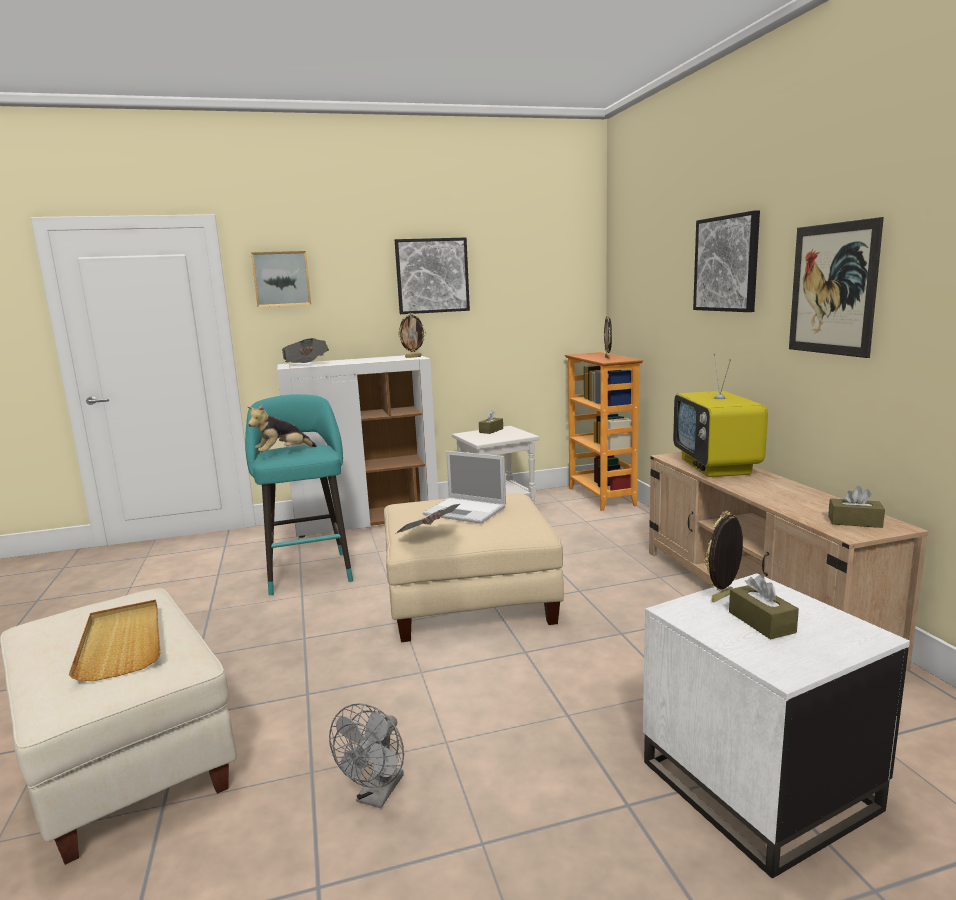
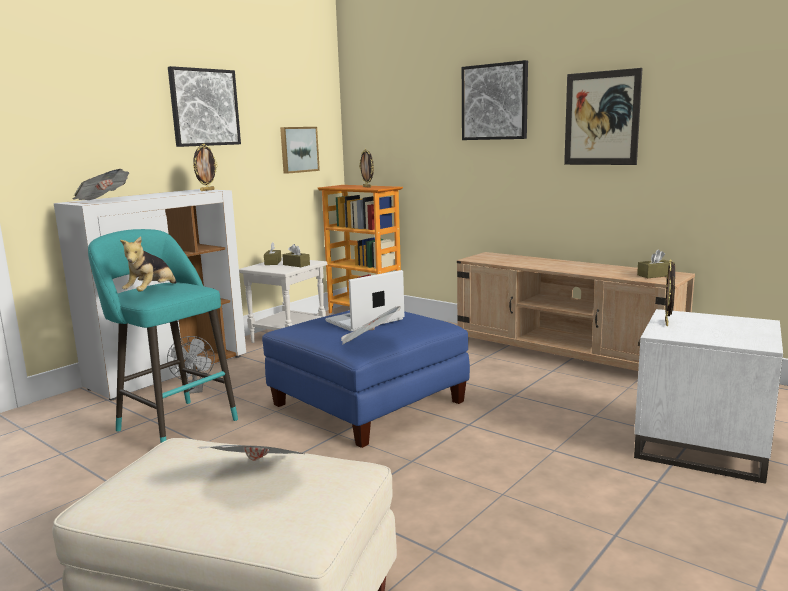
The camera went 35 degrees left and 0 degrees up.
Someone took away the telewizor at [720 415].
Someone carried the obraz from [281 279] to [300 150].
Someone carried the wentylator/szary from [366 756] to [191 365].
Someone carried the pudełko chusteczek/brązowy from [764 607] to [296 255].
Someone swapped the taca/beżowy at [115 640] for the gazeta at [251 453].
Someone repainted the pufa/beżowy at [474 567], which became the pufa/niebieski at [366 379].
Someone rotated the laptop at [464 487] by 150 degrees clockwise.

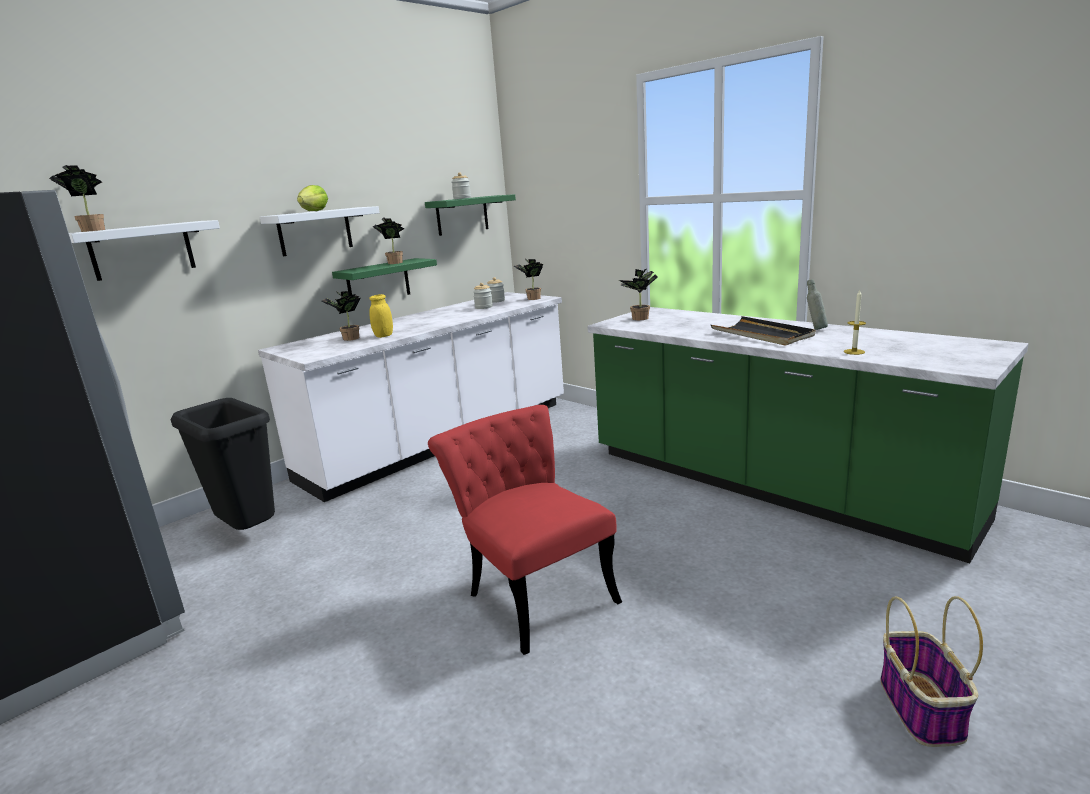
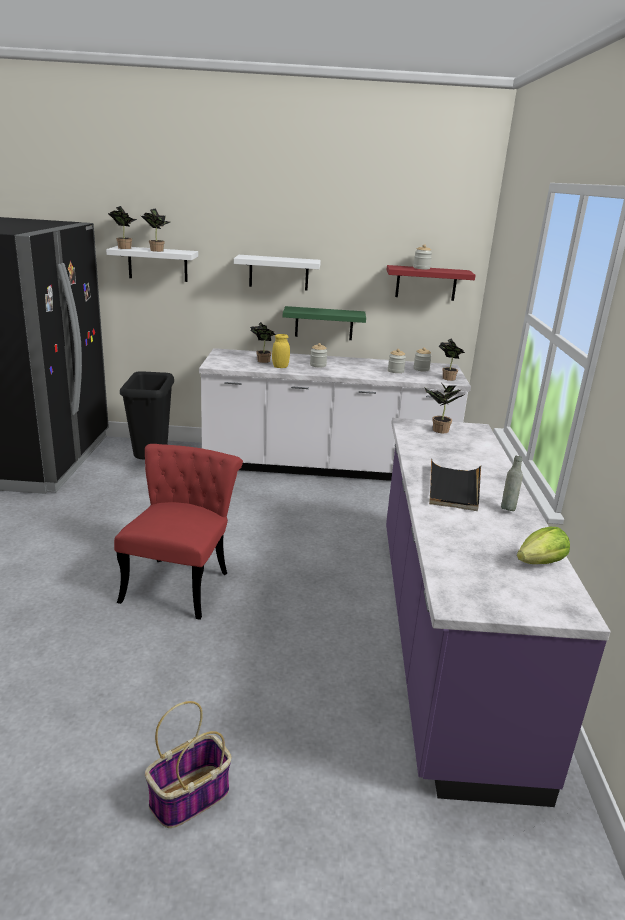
The camera went 45 degrees right and 5 degrees up.
Someone took away the świeca at [855 322].
Someone put down the słoik at [318 355].
Someone carried the sałata from [312 198] to [543 545].
Someone carried the roślina doniczkowa from [388 240] to [155 230].
Someone repainted the półka/zielony at [470 215], which became the półka/czerwony at [431 283].
Someone repainted the zabudowa kuchenna/zielony at [808 435], which became the zabudowa kuchenna/fioletowy at [498 612].

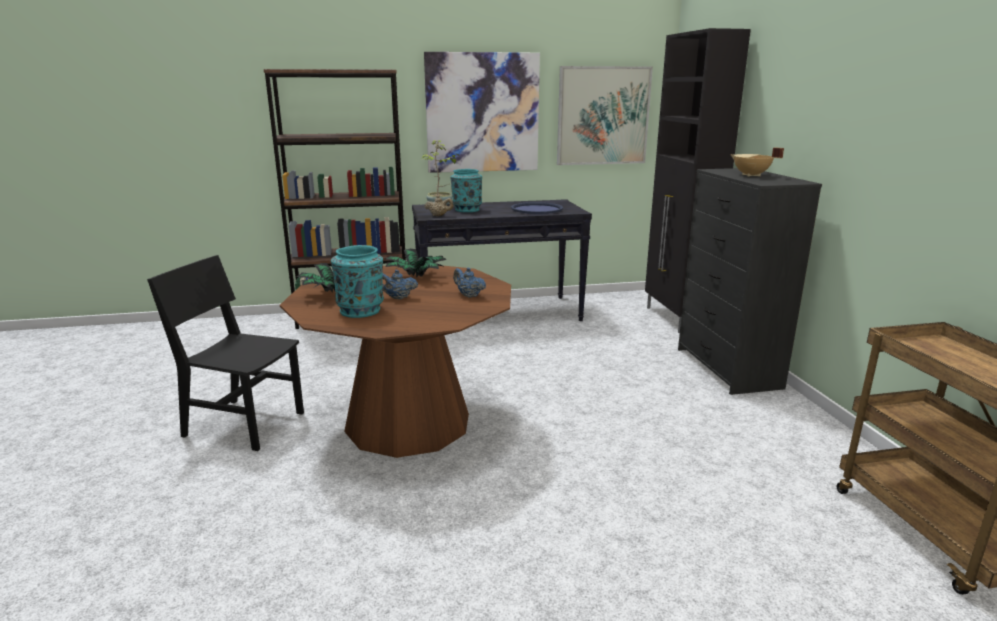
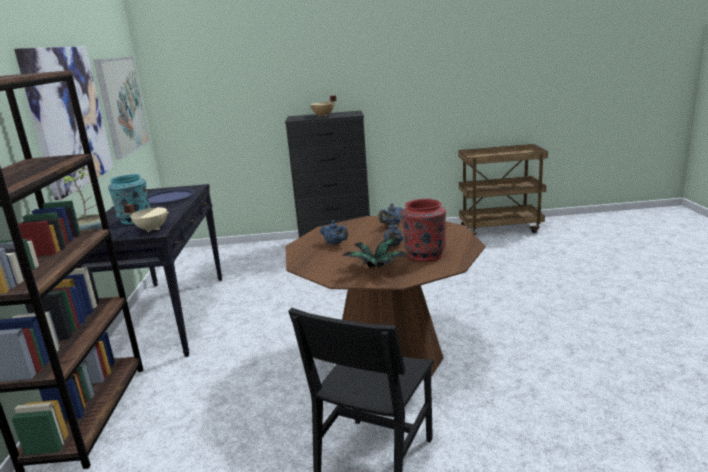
The camera went 80 degrees left and 0 degrees up.
Someone took away the szafka/czarny at [698 180].
Someone swapped the roślina doniczkowa at [415 263] for the imbryk/niebieski at [334 232].
Someone swapped the imbryk/beżowy at [439 205] for the garnek/beżowy at [146 218].
Someone repainted the wazon/turkusowy at [357 281], which became the wazon/czerwony at [423 230].

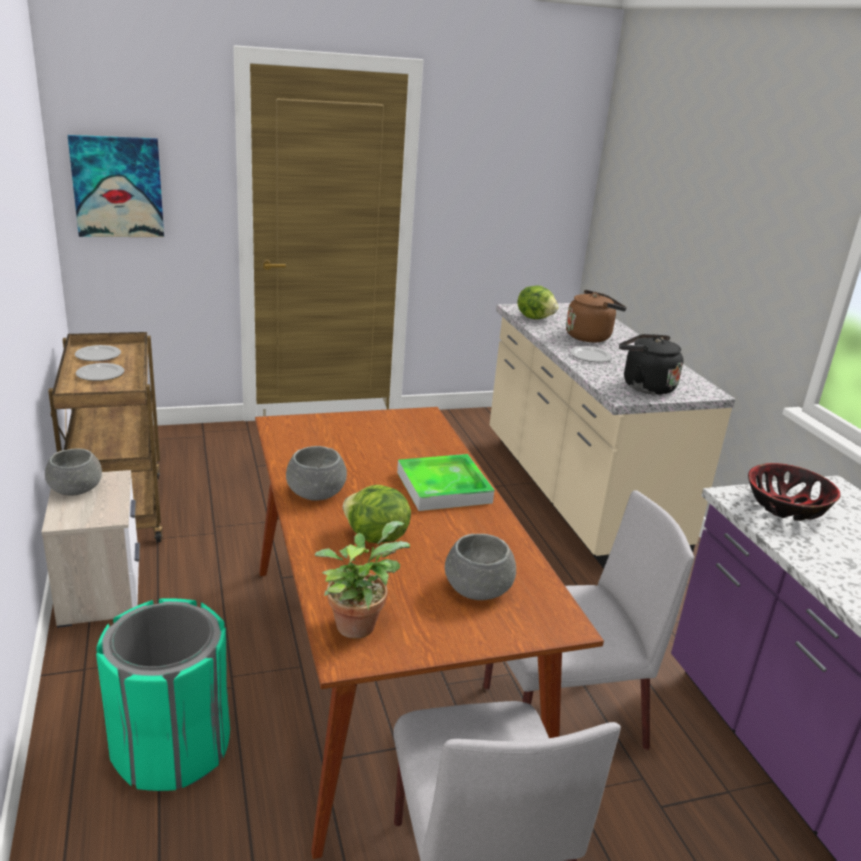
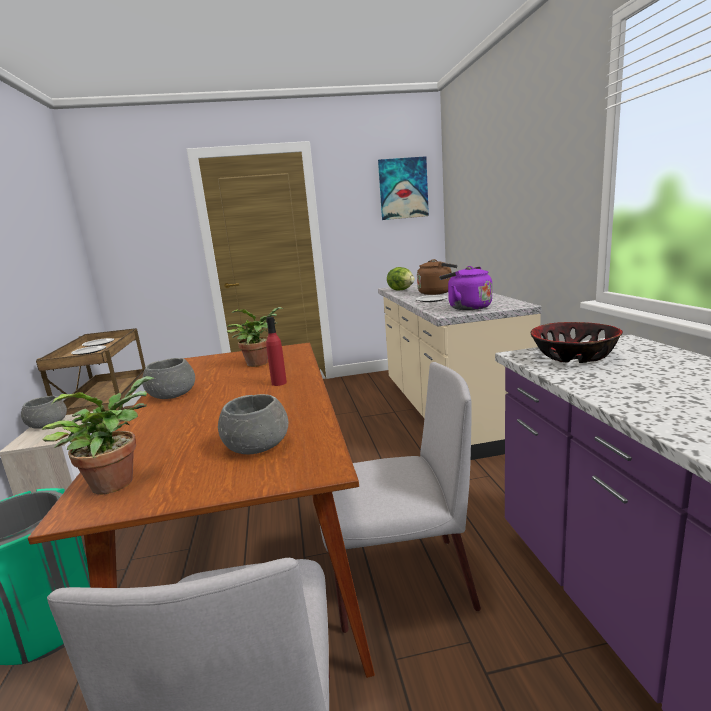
The camera went 10 degrees right and 10 degrees down.
Someone took away the sałata at [377 514].
Someone put down the roślina doniczkowa at [255 337].
Someone carried the obraz from [116 186] to [403 188].
Someone swapped the taca at [445 482] for the butelka/czerwony at [276 351].
Someone repainted the czajnik/czarny at [651 364], which became the czajnik/fioletowy at [465 288].

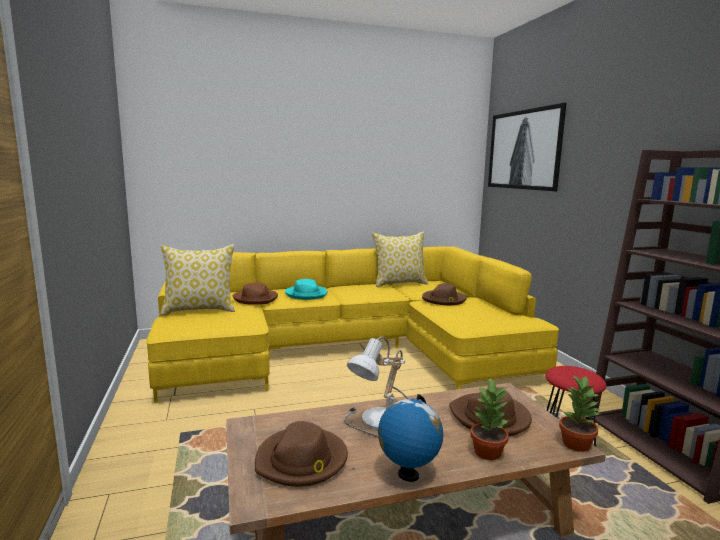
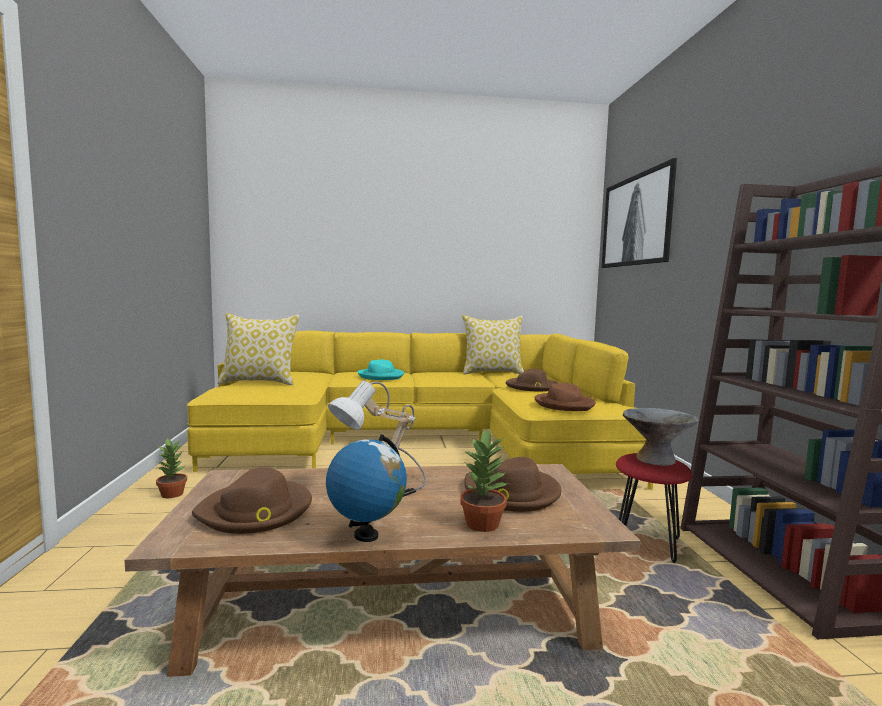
The camera went 10 degrees right and 5 degrees down.
Someone put down the miska/szary at [661 437].
Someone carried the kapelusz/brązowy from [255 293] to [565 397].
Someone carried the roślina doniczkowa from [580 414] to [171 468].

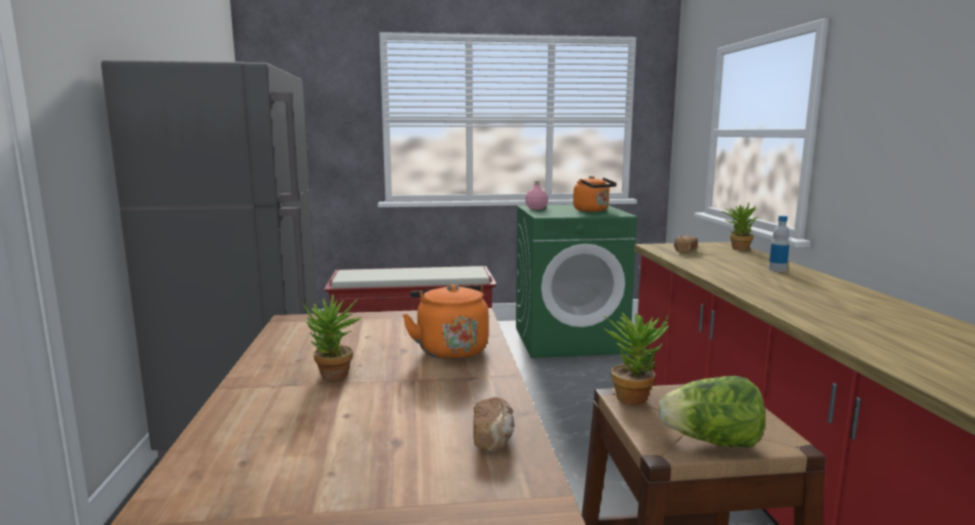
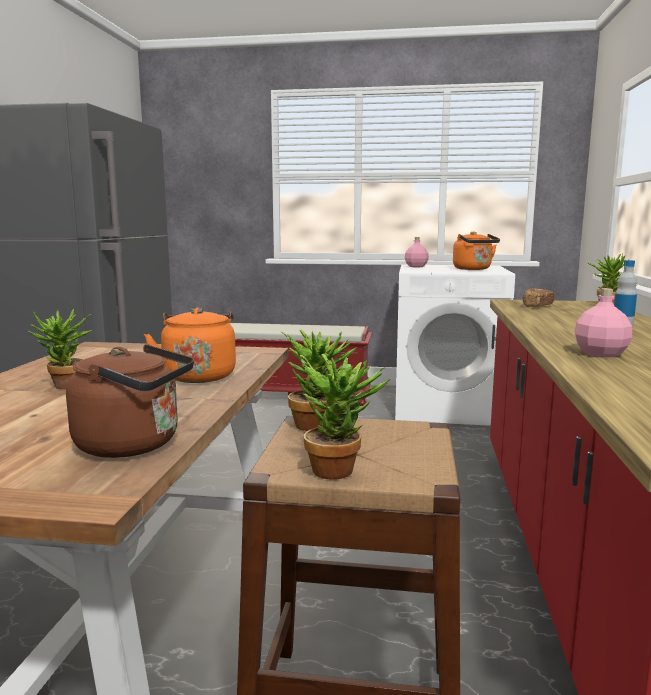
The camera went 15 degrees right and 0 degrees up.
Someone put down the butelka/różowy at [603 322].
Someone swapped the chleb at [494 424] for the czajnik/brązowy at [130 401].
Someone swapped the sałata at [712 411] for the roślina doniczkowa at [345 417].
Someone repainted the pralka/zielony at [576 281], which became the pralka/biały at [455 345].

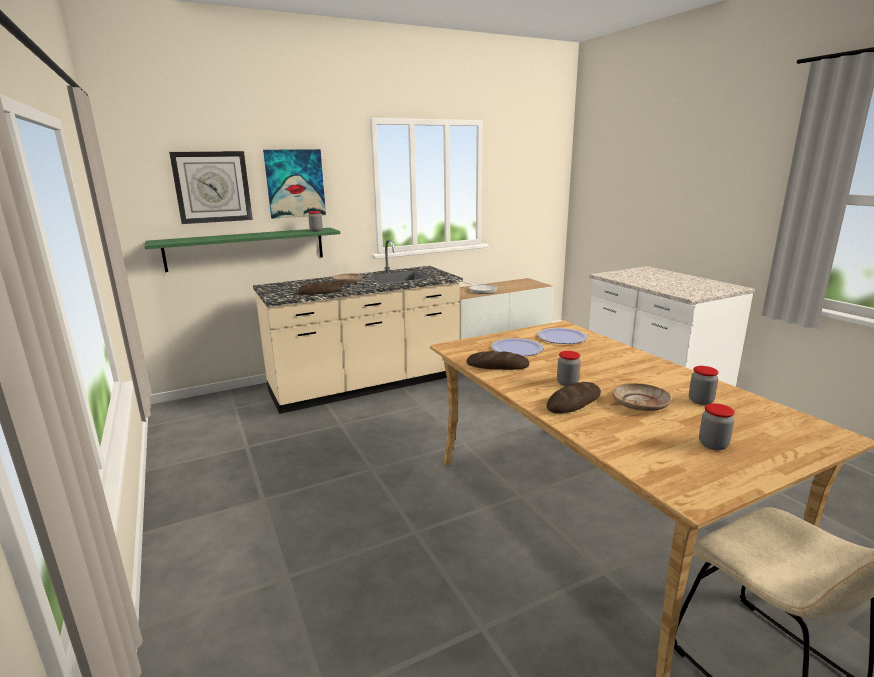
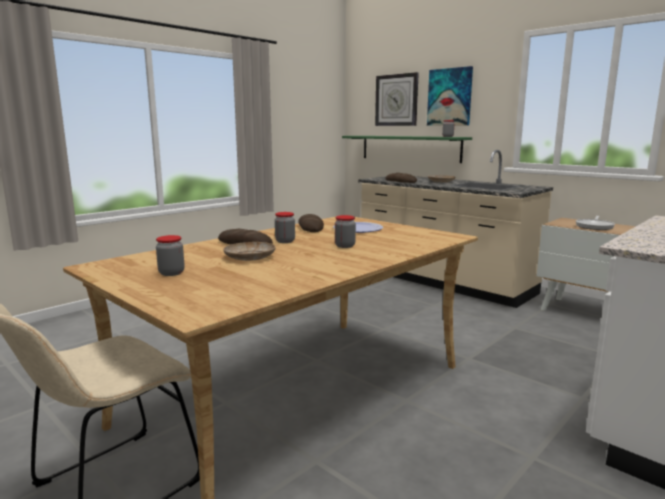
The camera went 70 degrees right and 5 degrees down.
Someone took away the talerz at [562 336].
Someone carried the słoik from [704 385] to [345 231].

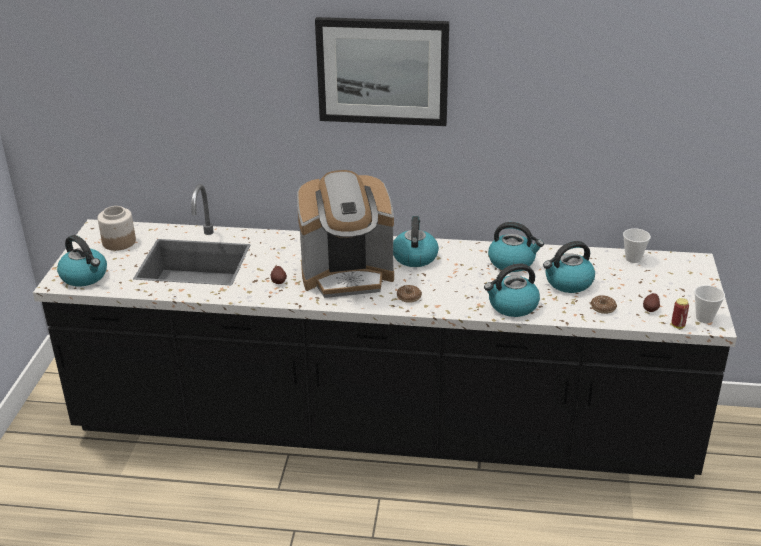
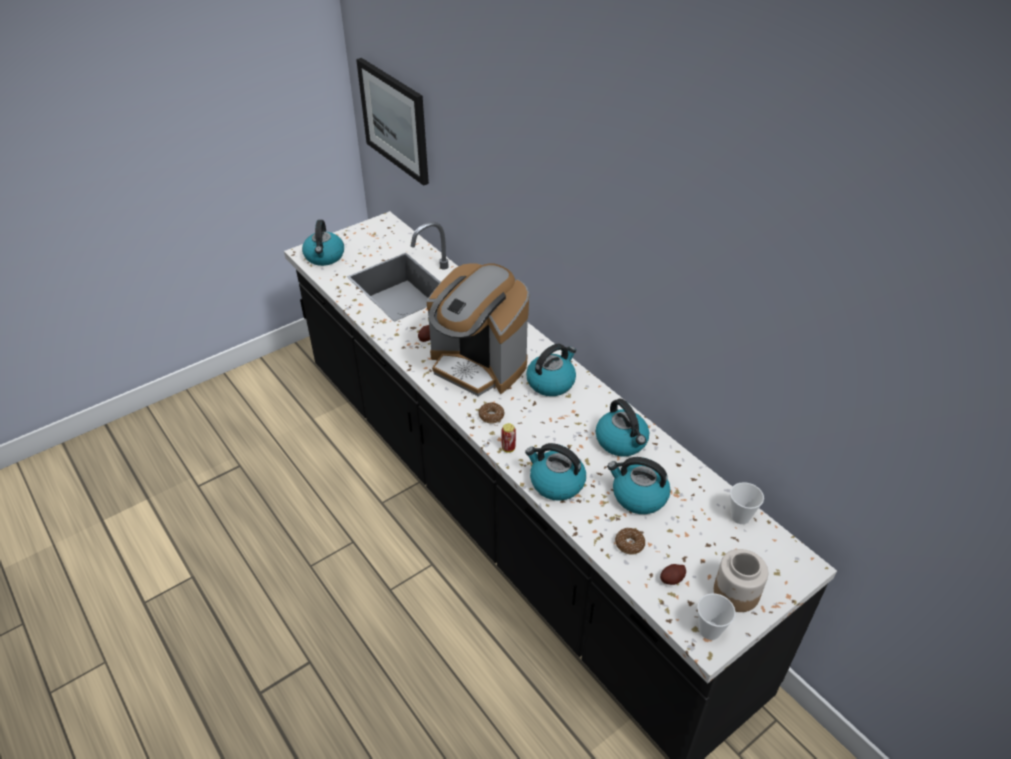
The camera went 45 degrees right and 10 degrees up.
Someone carried the słoik from [117 228] to [741 580].
Someone carried the obraz from [382 71] to [392 122].
Someone carried the puszka from [680 313] to [509 438].

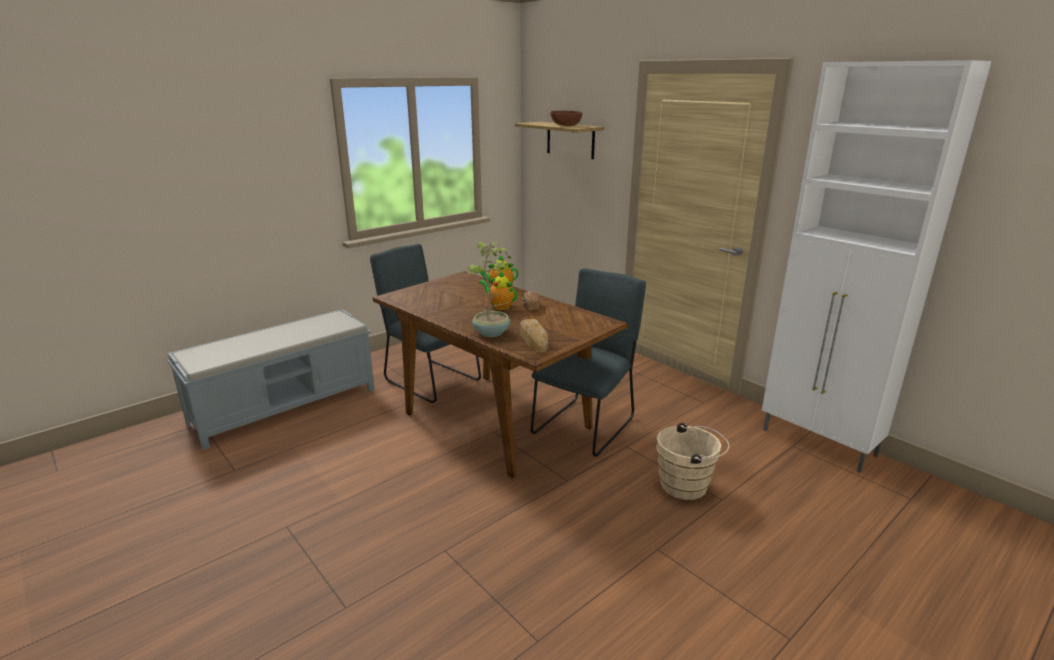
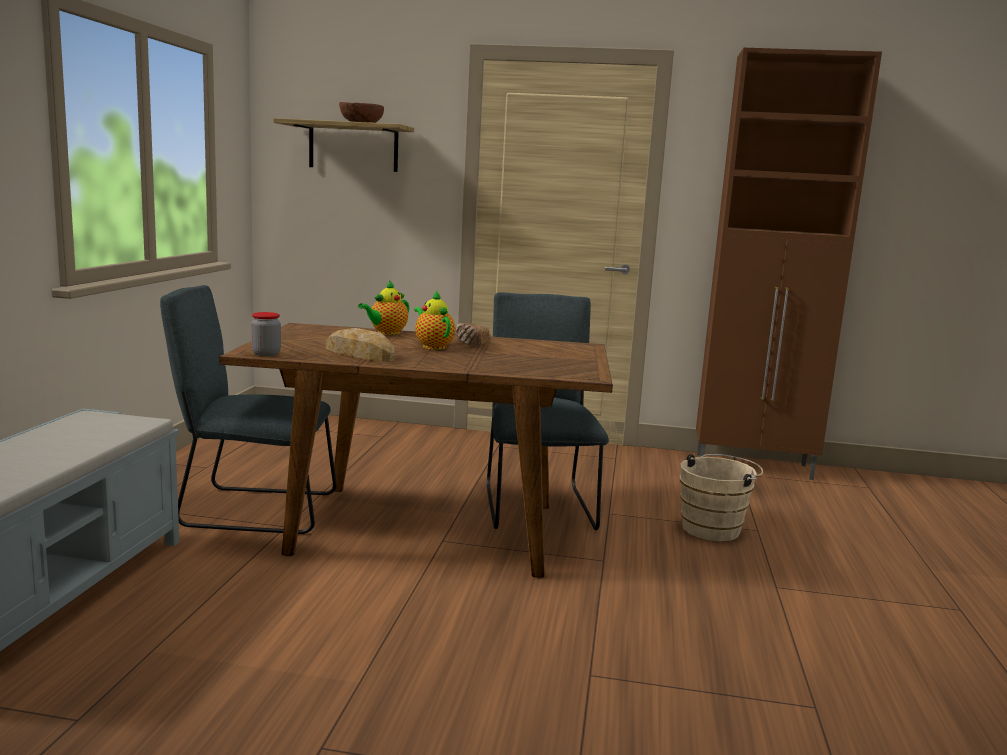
The camera went 40 degrees left and 10 degrees down.
Someone took away the roślina doniczkowa at [490 289].
Someone put down the słoik at [266 334].
Someone carried the chleb from [534 335] to [360 345].
Someone repainted the szafka/biały at [877 266], which became the szafka/brązowy at [789 264].
Someone rotated the imbryk at [498 290] by 60 degrees clockwise.

